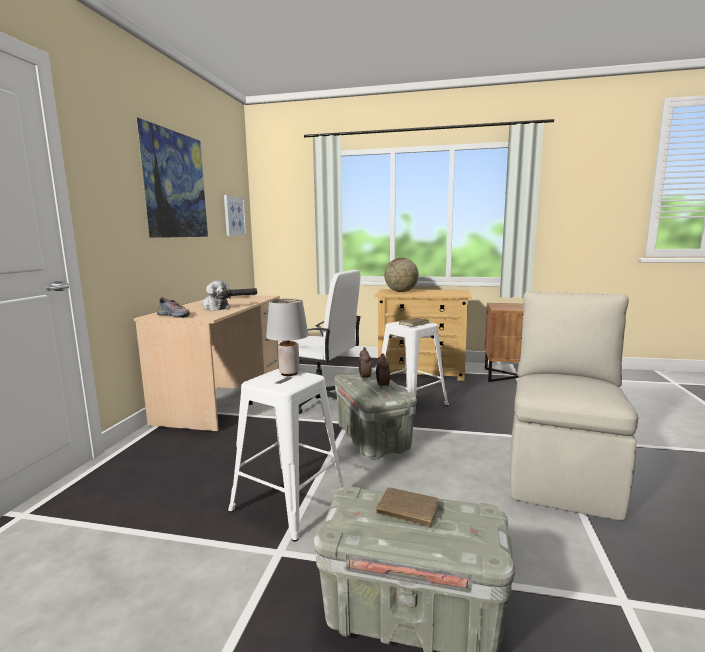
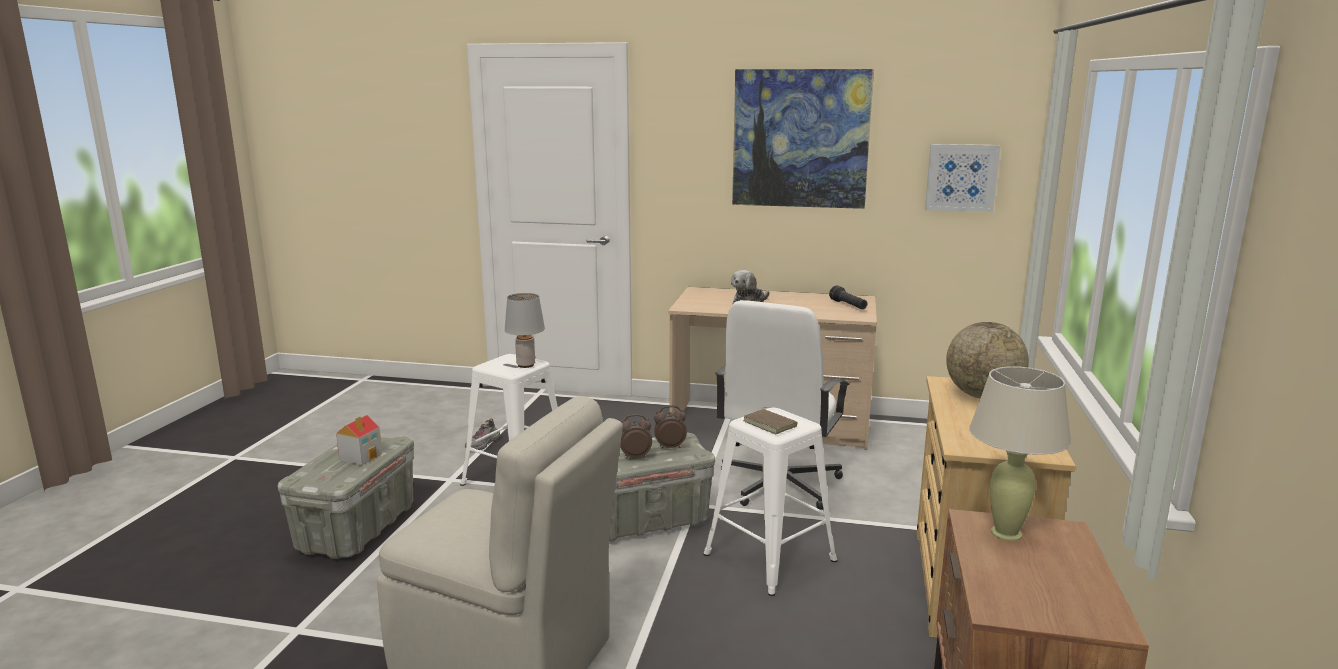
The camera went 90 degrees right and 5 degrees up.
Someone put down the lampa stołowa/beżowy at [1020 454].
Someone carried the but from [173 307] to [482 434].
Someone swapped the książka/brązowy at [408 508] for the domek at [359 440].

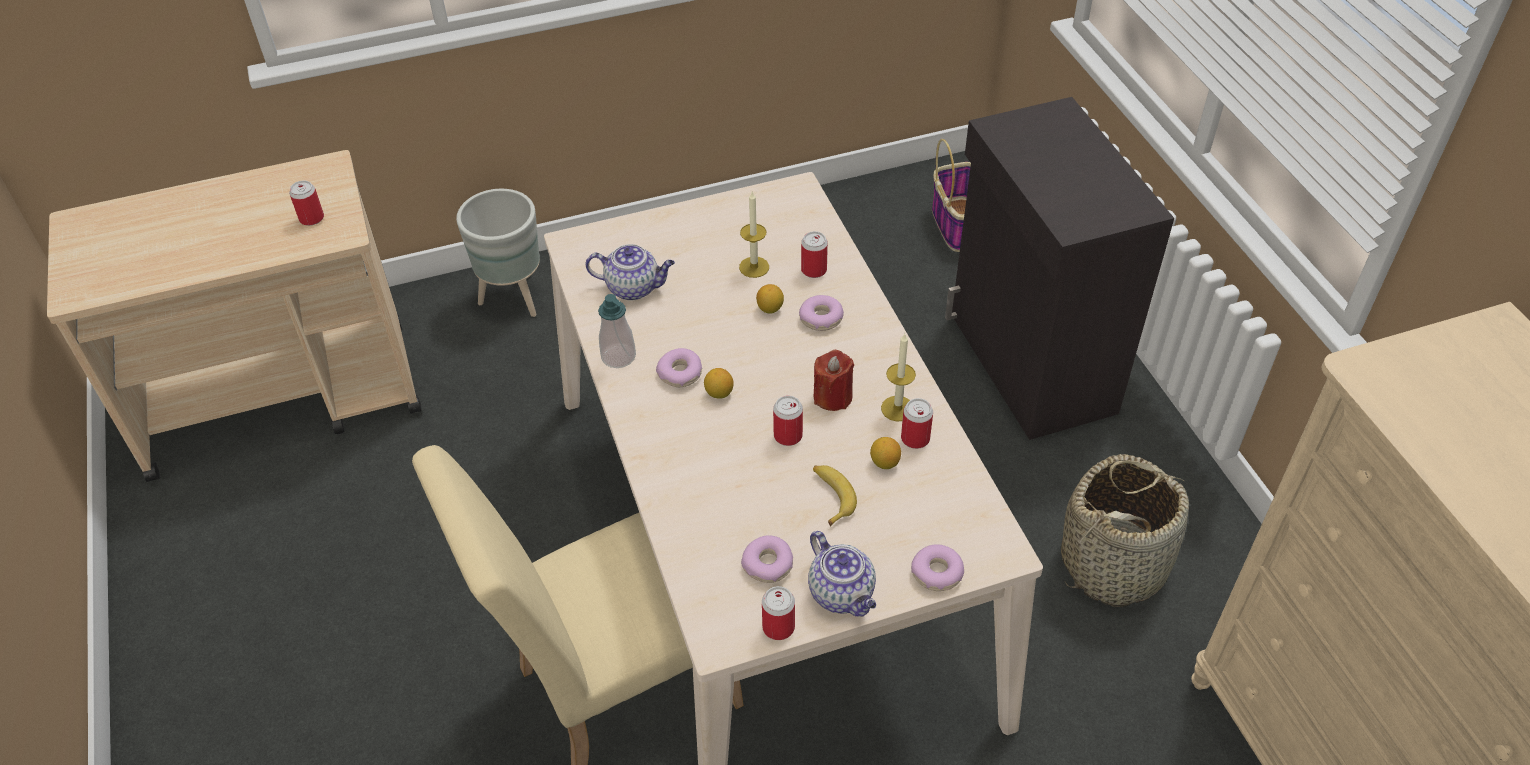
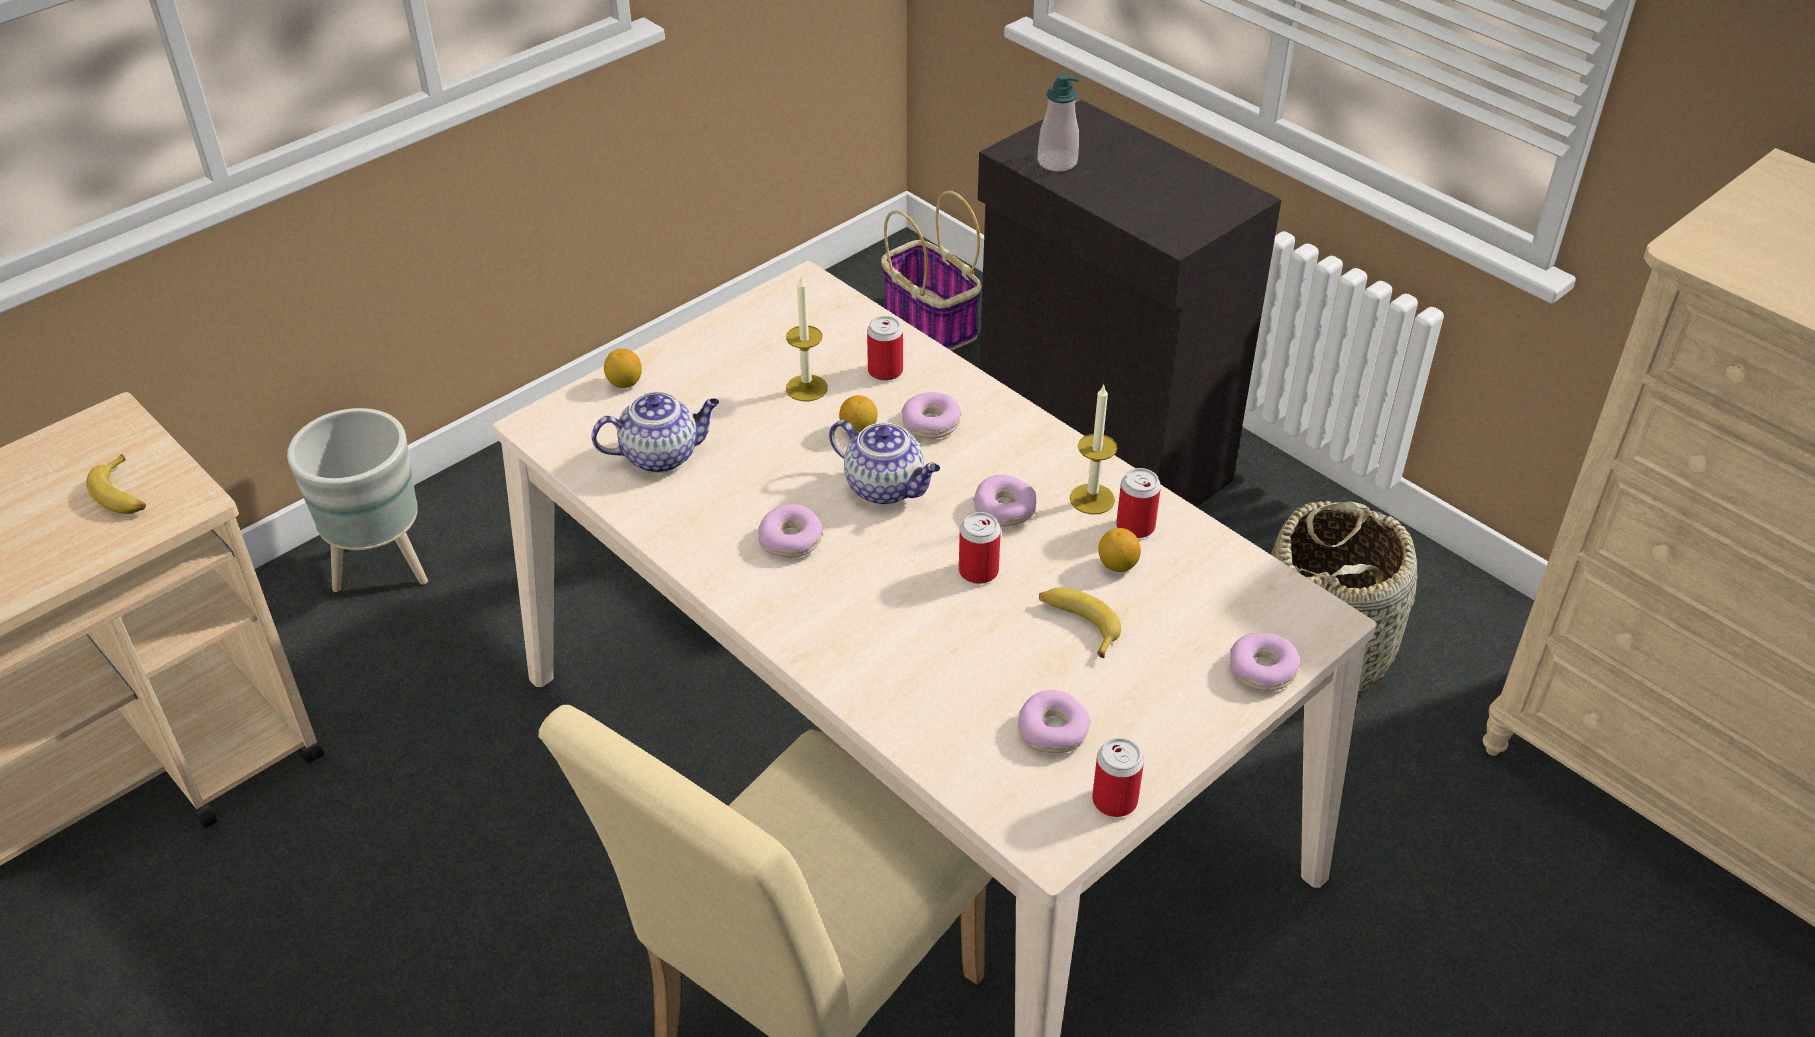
The camera went 25 degrees left and 5 degrees down.
Someone carried the dozownik mydła from [617 331] to [1058 122].
Someone carried the cytryna from [719 383] to [623 368].
Someone carried the imbryk from [842 574] to [884 462].
Someone swapped the puszka at [306 203] for the banan at [116 484].
Someone swapped the świeca/czerwony at [834 380] for the donut at [1004 501].

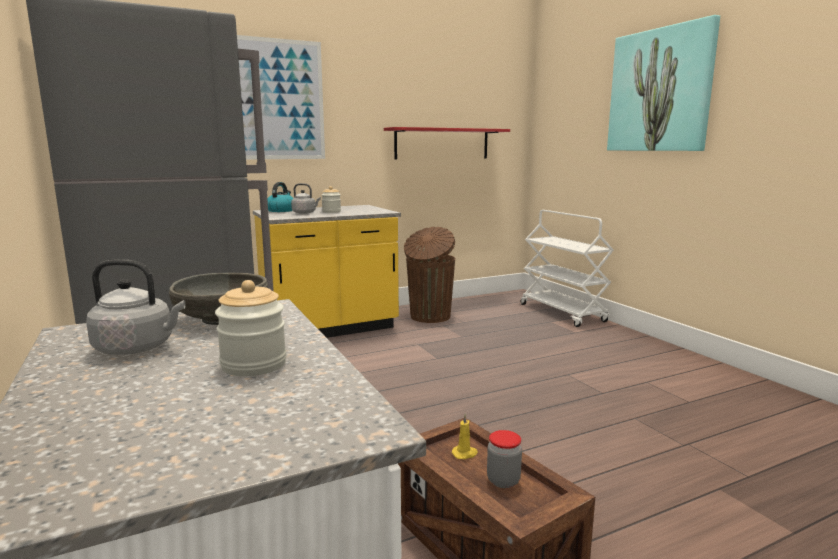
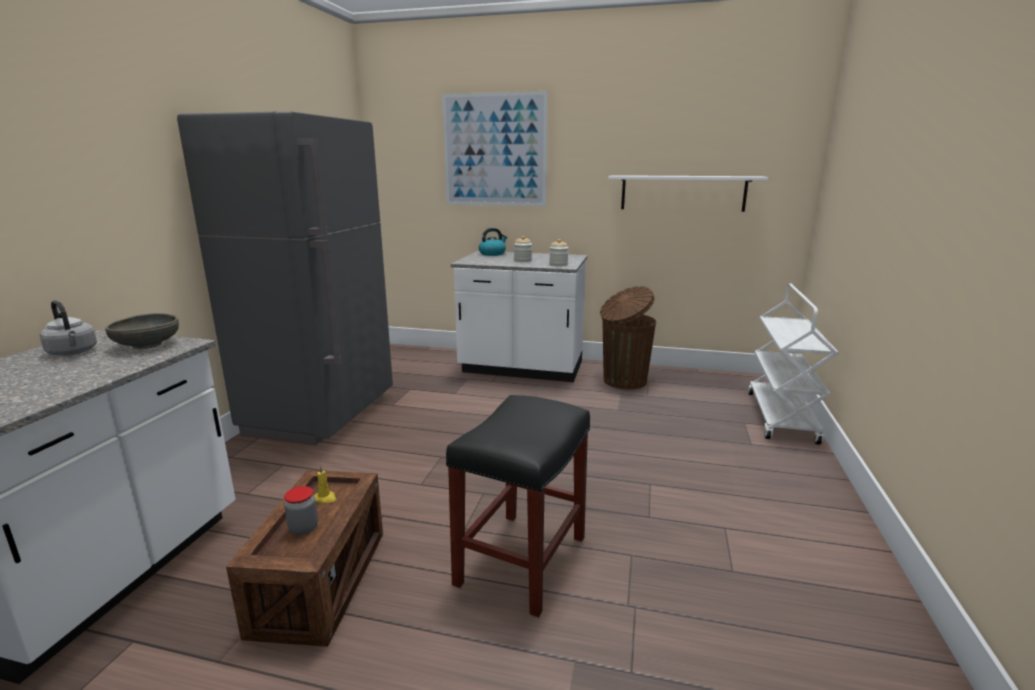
The camera went 40 degrees right and 5 degrees up.
Someone took away the czajnik/szary at [306 198].
Someone took away the obraz at [663 83].
Someone put down the stołek/czarny at [518 506].
Someone carried the słoik from [251 328] to [558 252].
Someone repainted the zabudowa kuchenna/żółty at [327 271], which became the zabudowa kuchenna/biały at [519 316].
Someone repainted the półka/czerwony at [447 143], which became the półka/biały at [688 193].

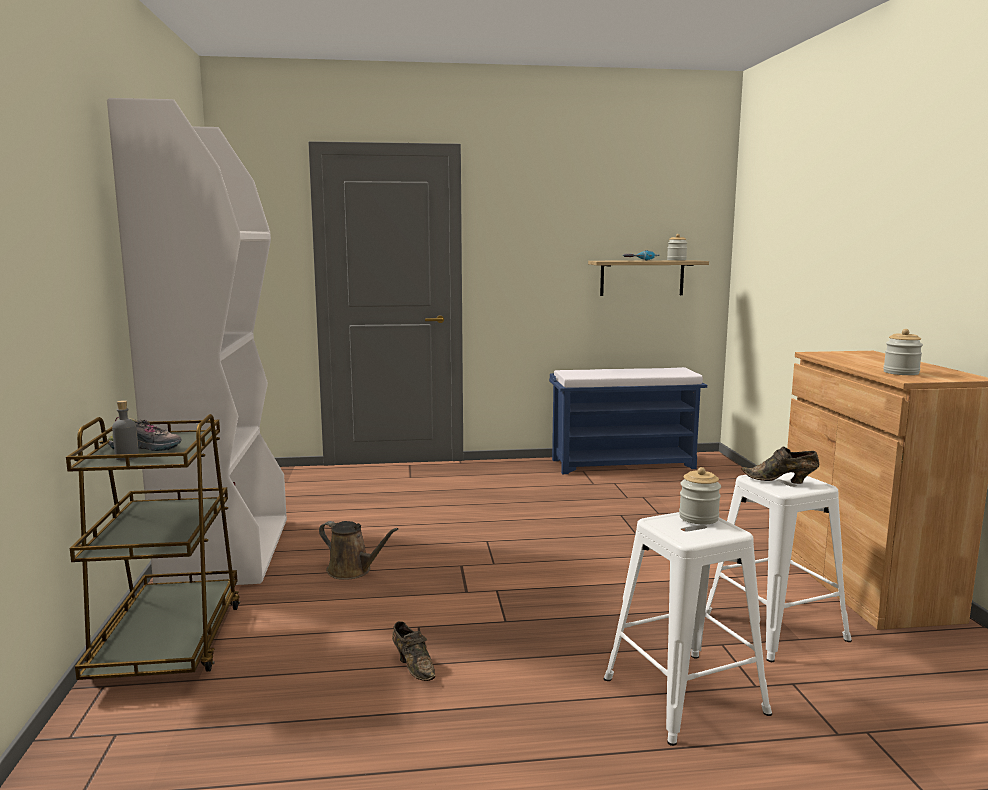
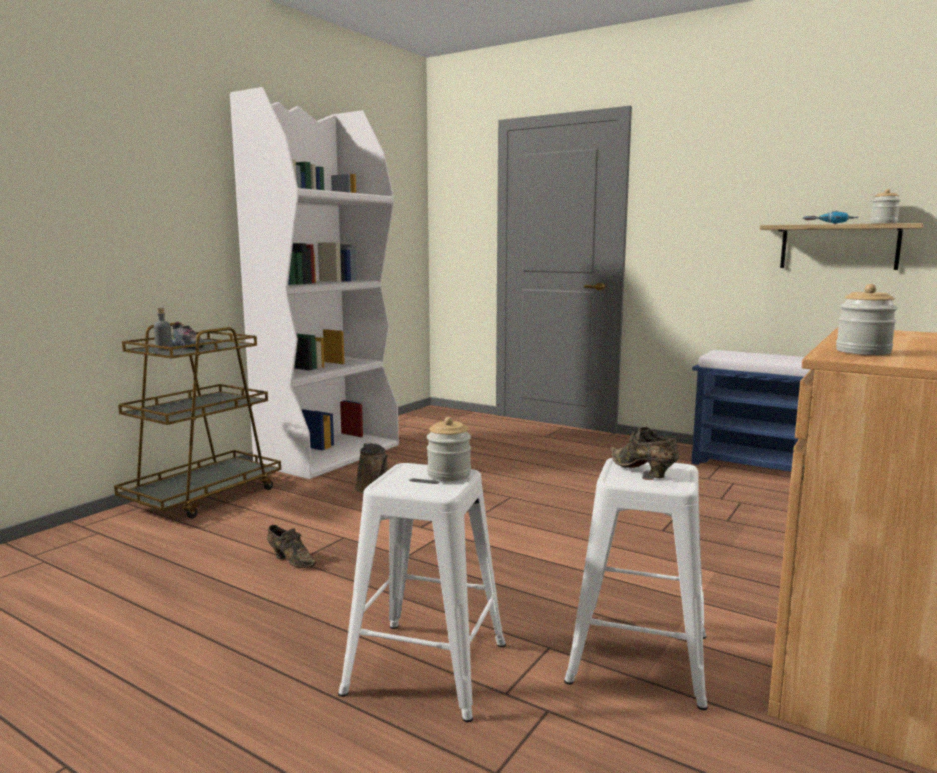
The camera went 40 degrees right and 0 degrees up.
Someone rotated the but/brązowy at [413 651] by 60 degrees counterclockwise.

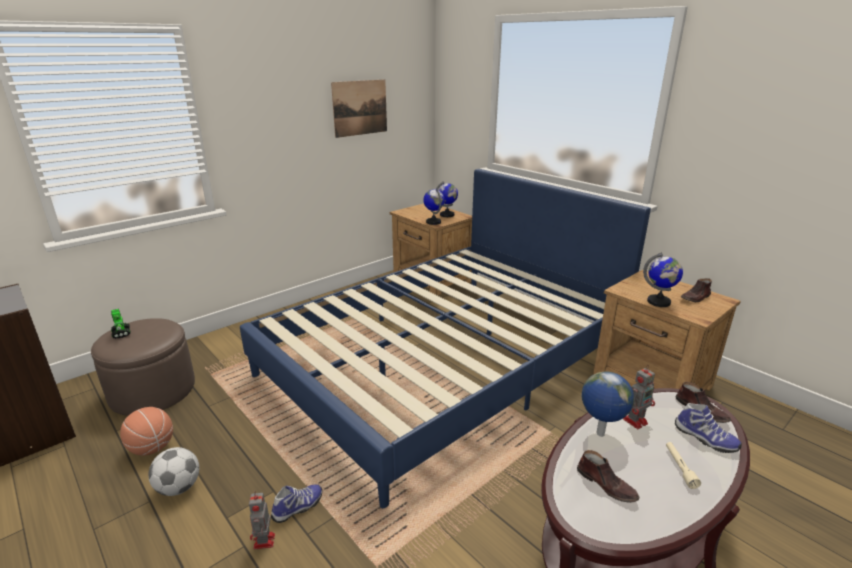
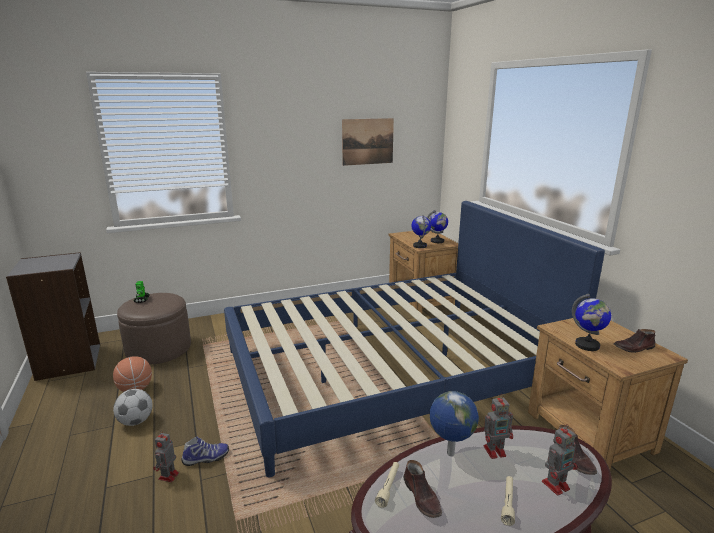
The camera went 20 degrees right and 5 degrees down.
Someone put down the latarka/beżowy at [387 485].
Someone swapped the but at [708 428] for the robot zabawkowy at [559 459].

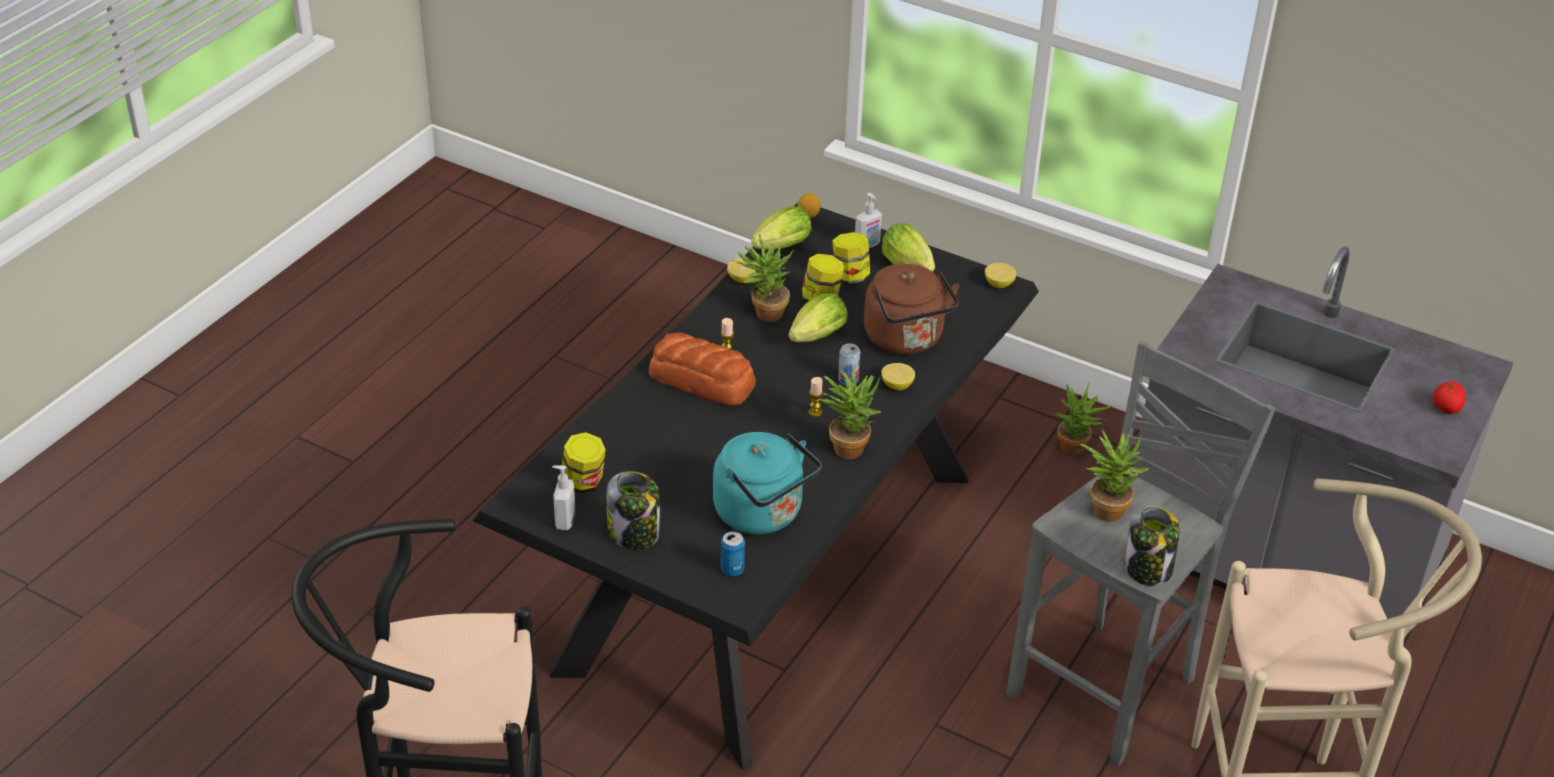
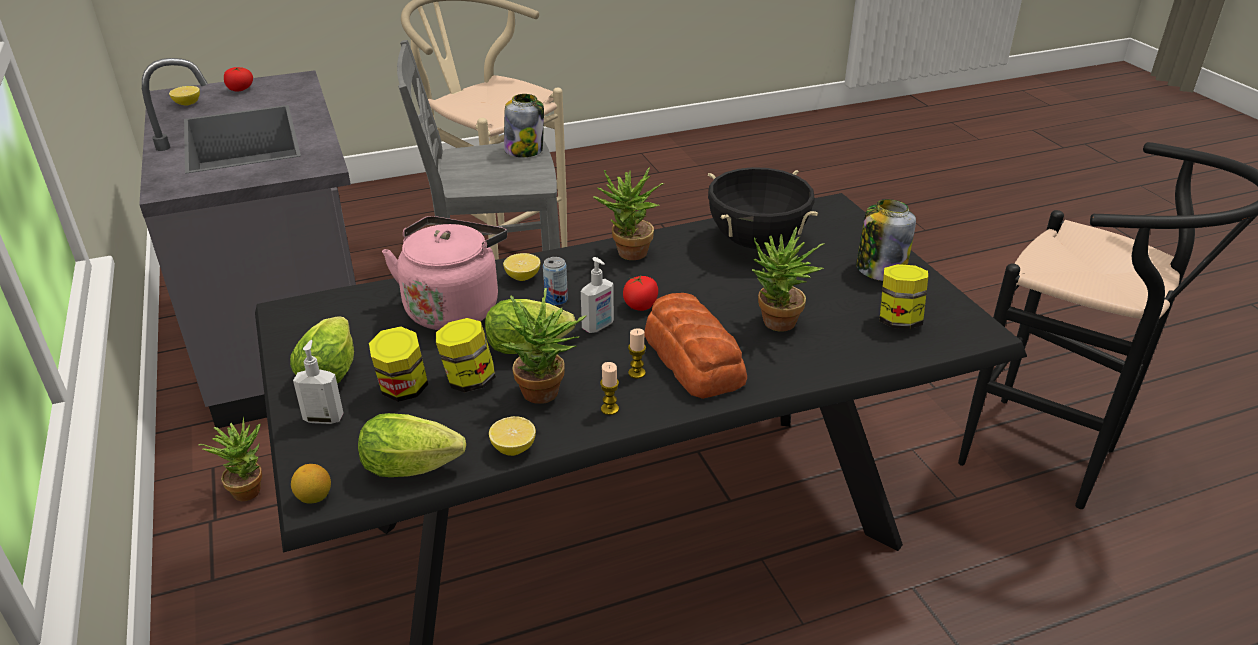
The camera went 140 degrees left and 5 degrees down.
Someone took away the puszka at [733 553].
Someone put down the pomidor at [640 293].
Someone carried the dozownik mydła from [563 498] to [597 295].
Someone carried the świeca from [815 397] to [609 388].
Someone carried the cytryna from [1000 275] to [184 96].
Someone carried the roślina doniczkowa from [1114 475] to [788 279].
Someone swapped the czajnik/turkusowy at [767 483] for the garnek/czarny at [763 208].
Someone repainted the czajnik/brązowy at [912 308], which became the czajnik/różowy at [444 273].

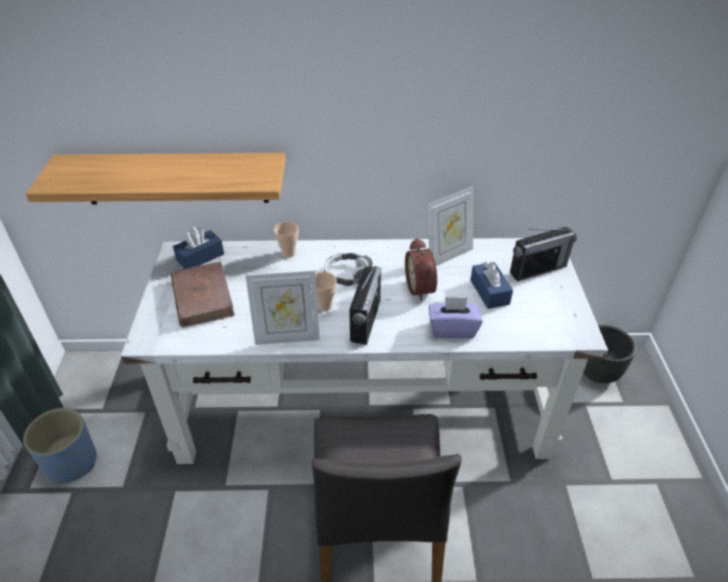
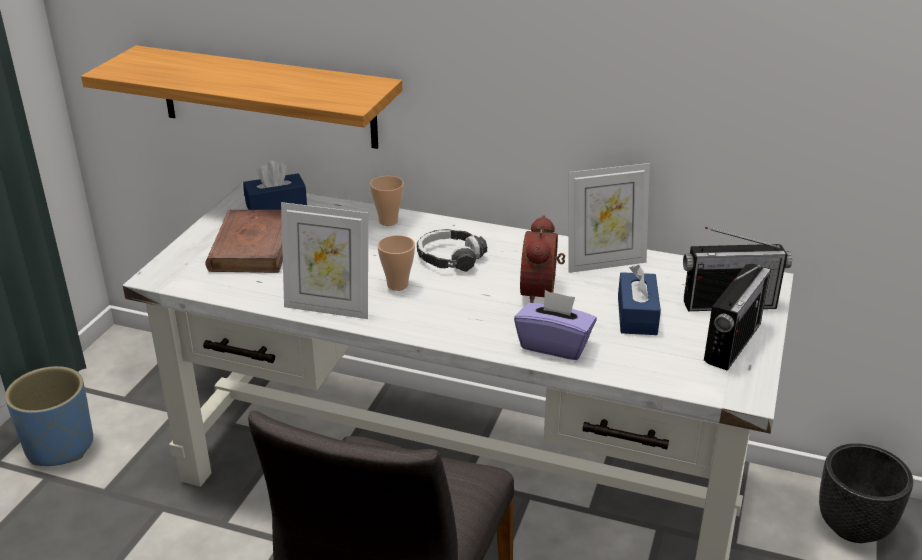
The camera went 20 degrees right and 10 degrees down.
Someone carried the radio from [365 305] to [737 317].

